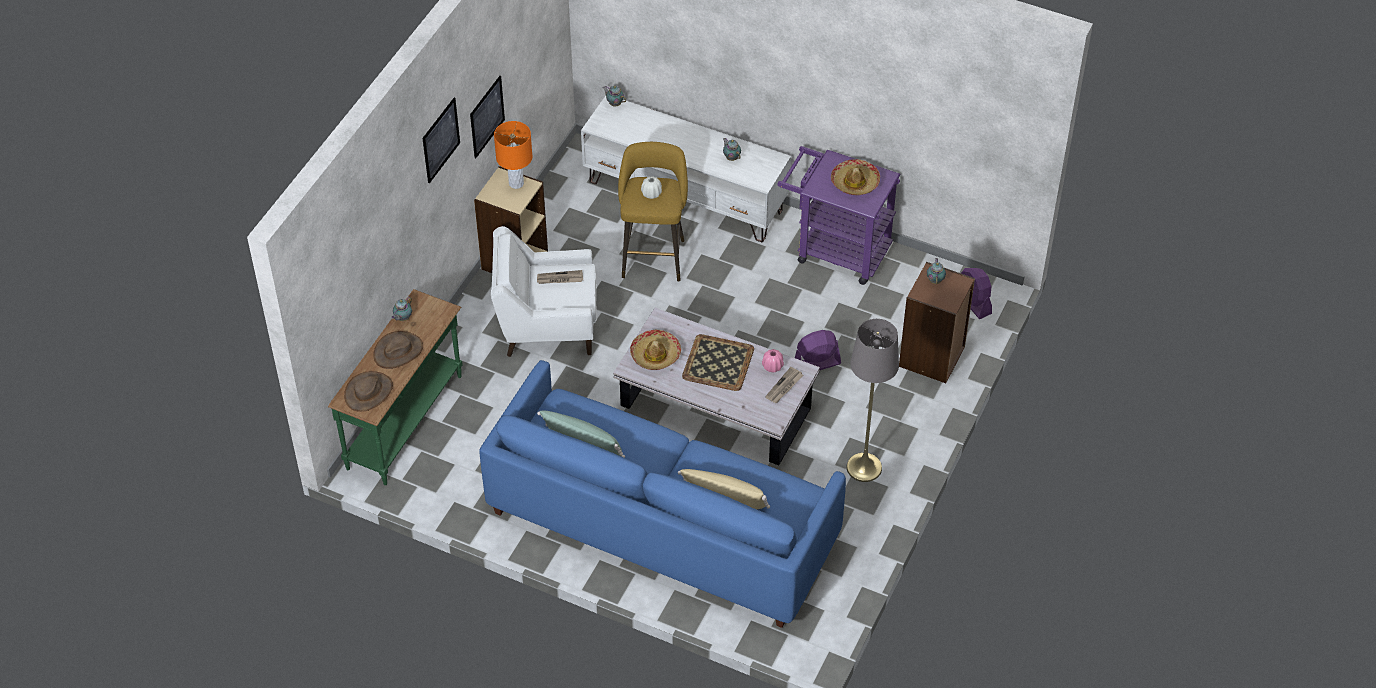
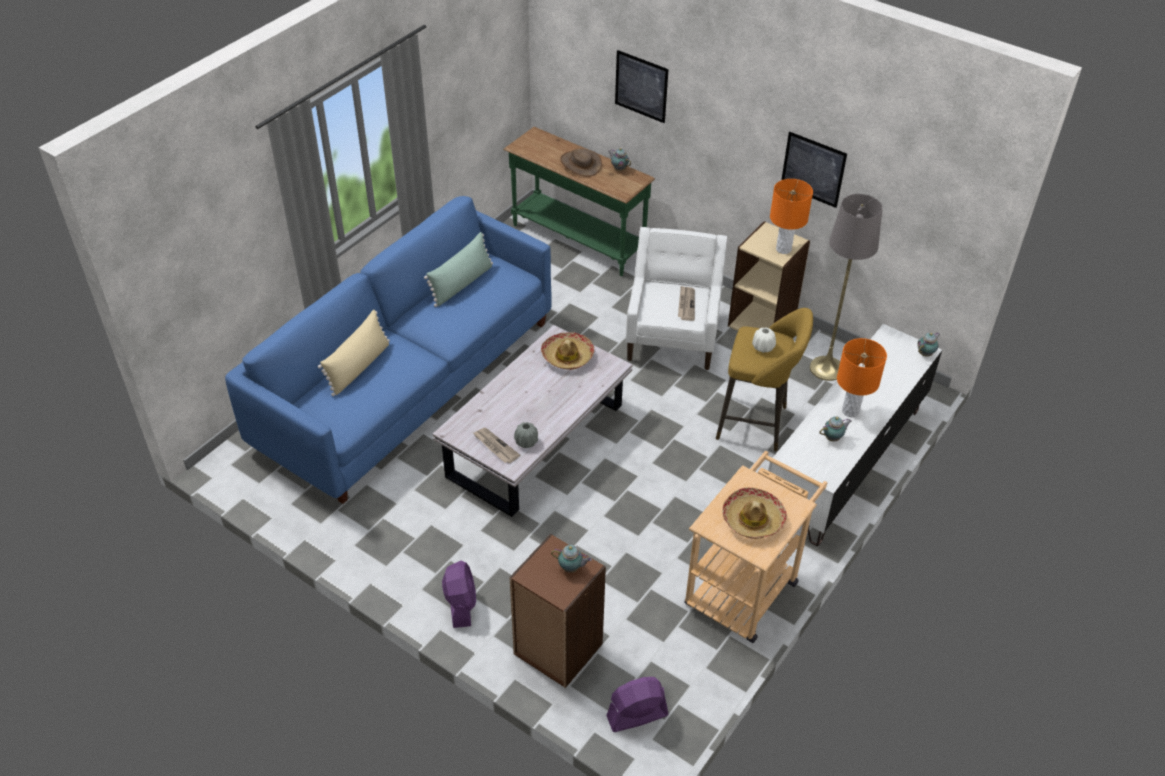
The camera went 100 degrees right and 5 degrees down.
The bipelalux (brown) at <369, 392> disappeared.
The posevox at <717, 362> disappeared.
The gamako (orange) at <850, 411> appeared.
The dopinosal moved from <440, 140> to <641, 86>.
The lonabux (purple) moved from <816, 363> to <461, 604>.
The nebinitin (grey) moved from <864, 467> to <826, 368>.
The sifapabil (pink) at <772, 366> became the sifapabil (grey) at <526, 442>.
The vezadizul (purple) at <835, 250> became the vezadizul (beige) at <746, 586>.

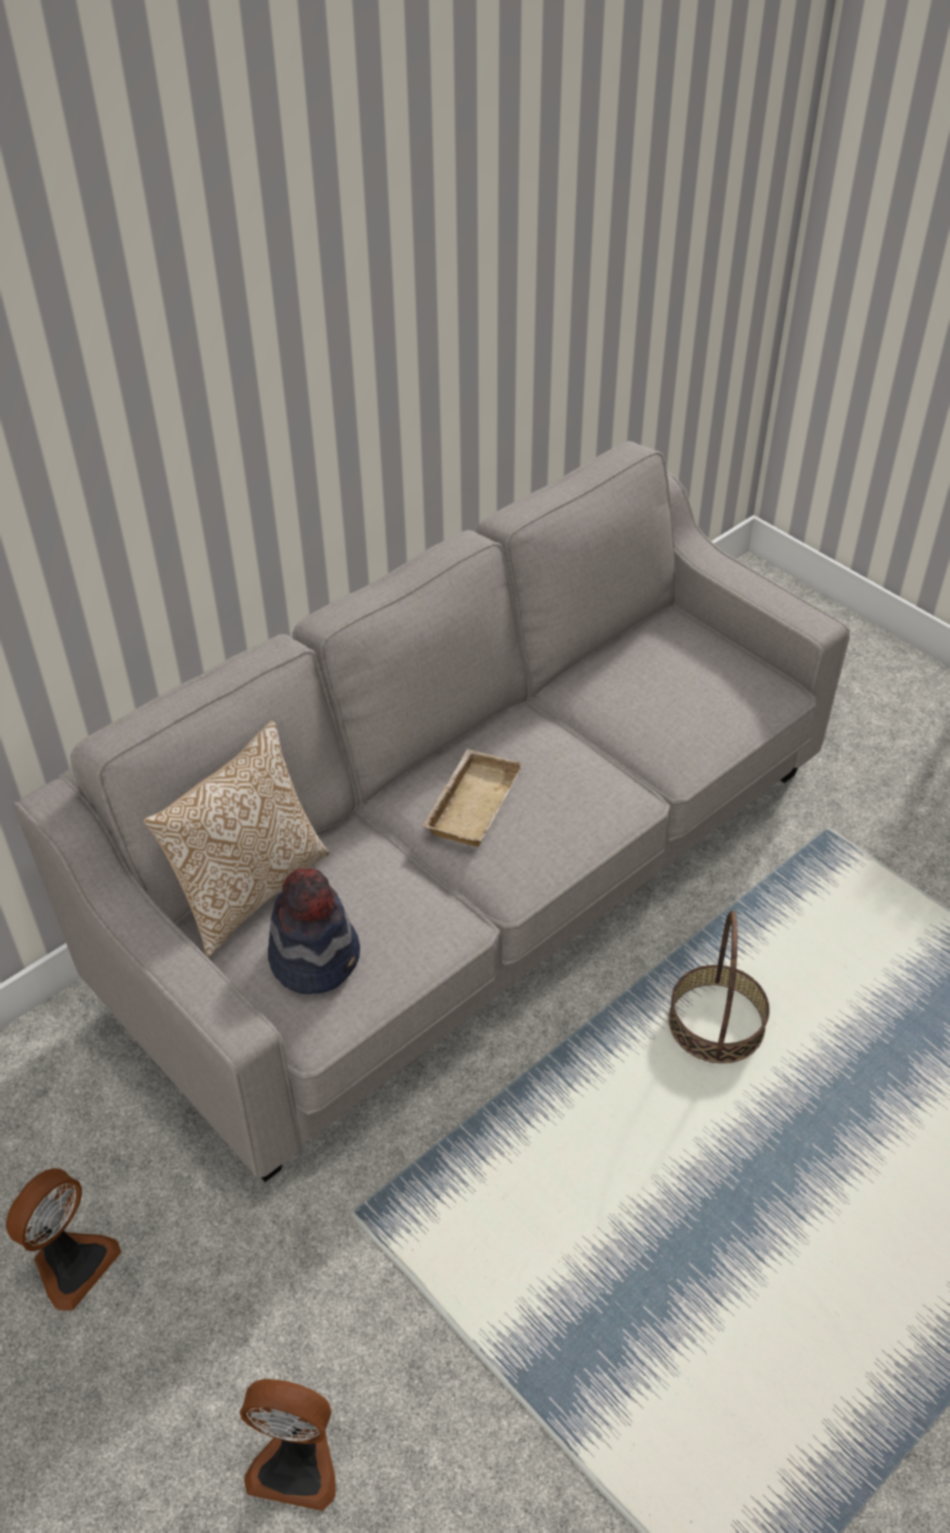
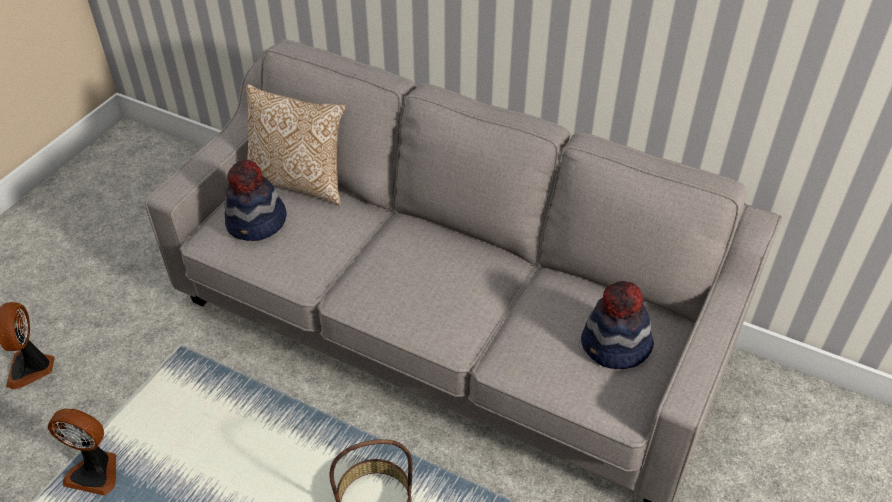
The camera went 70 degrees right and 0 degrees up.
The posevox (beige) at <471, 802> disappeared.
The bipelalux at <615, 347> appeared.
The lonabux moved from <71, 1263> to <95, 471>.

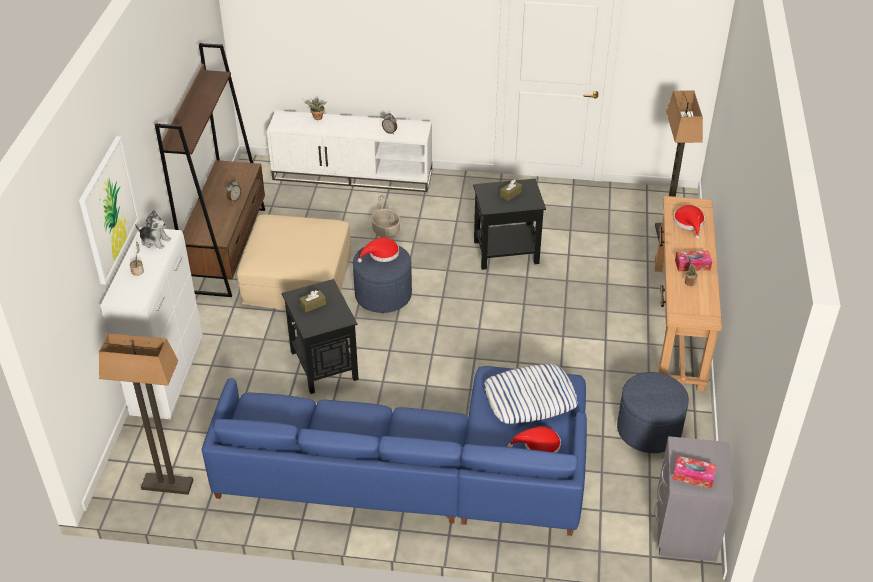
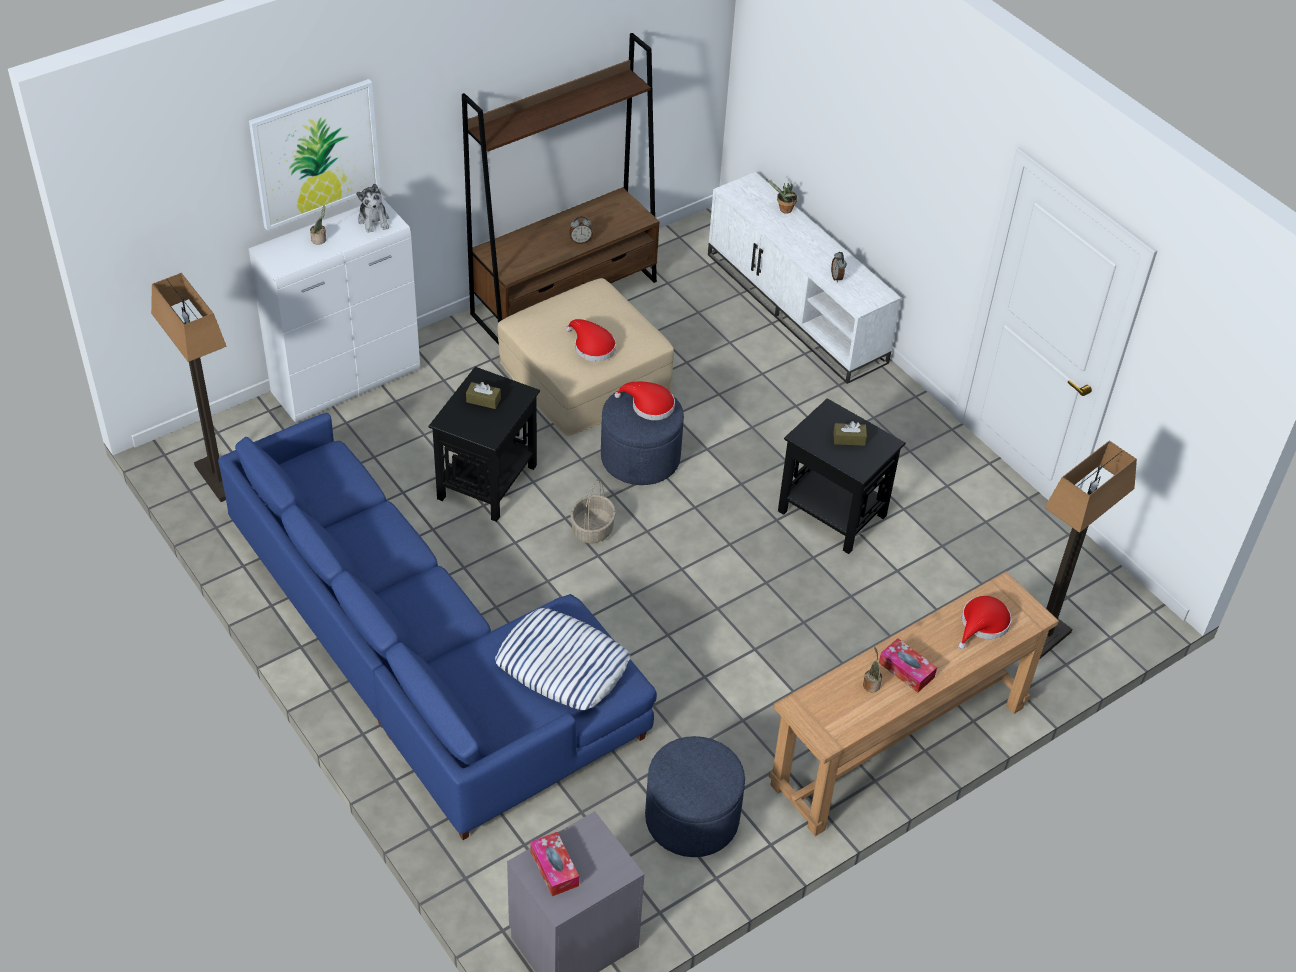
The camera went 45 degrees right and 5 degrees up.
The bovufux moved from <386, 231> to <592, 530>.
The bipelalux (red) moved from <538, 446> to <592, 346>.

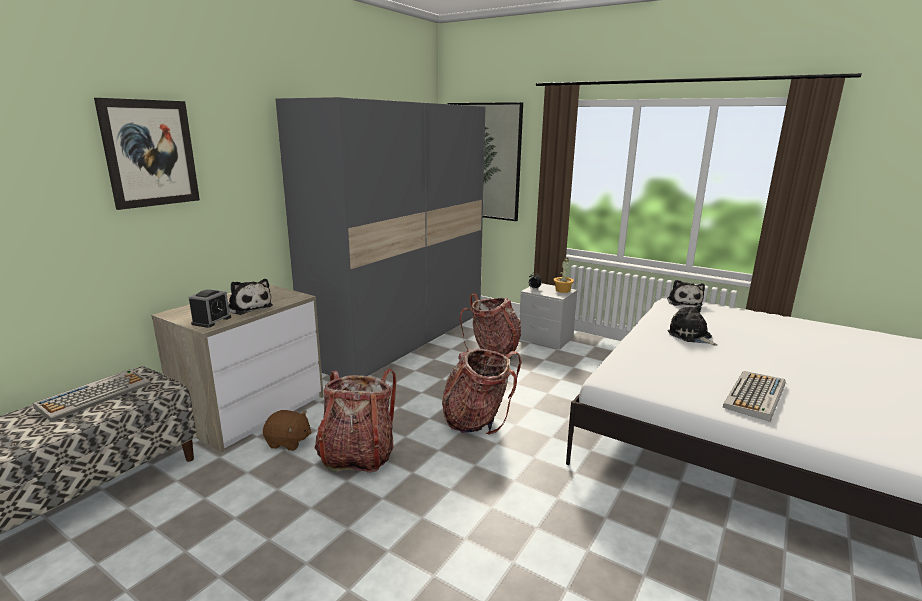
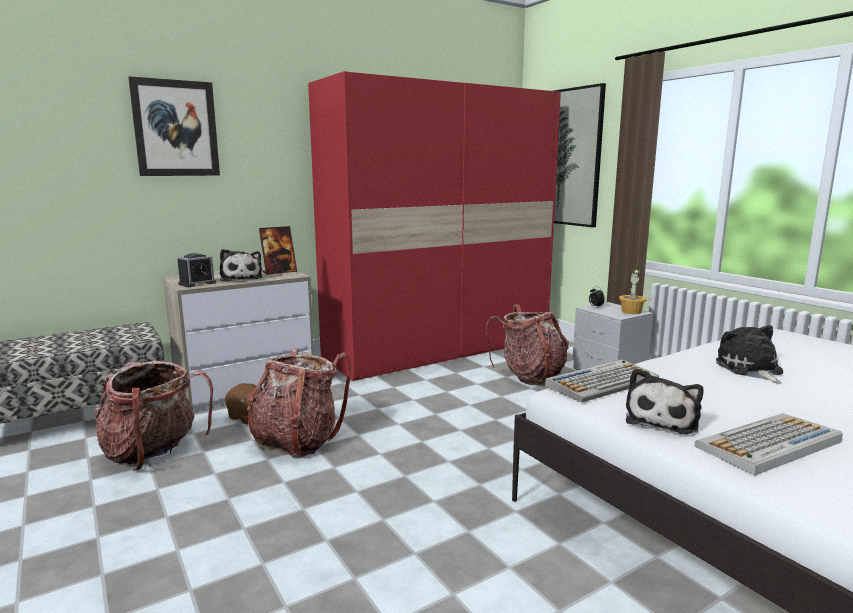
The camera went 25 degrees right and 5 degrees down.
The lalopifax at <279, 272> appeared.
The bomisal moved from <95, 395> to <602, 382>.
The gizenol moved from <477, 420> to <154, 453>.
The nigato moved from <683, 302> to <662, 420>.
The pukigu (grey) at <401, 337> became the pukigu (red) at <440, 349>.

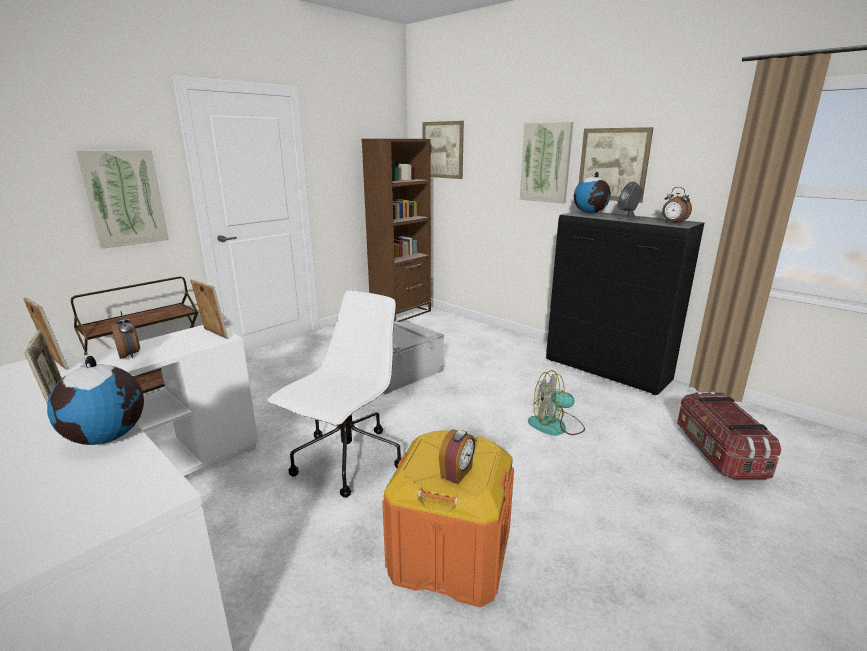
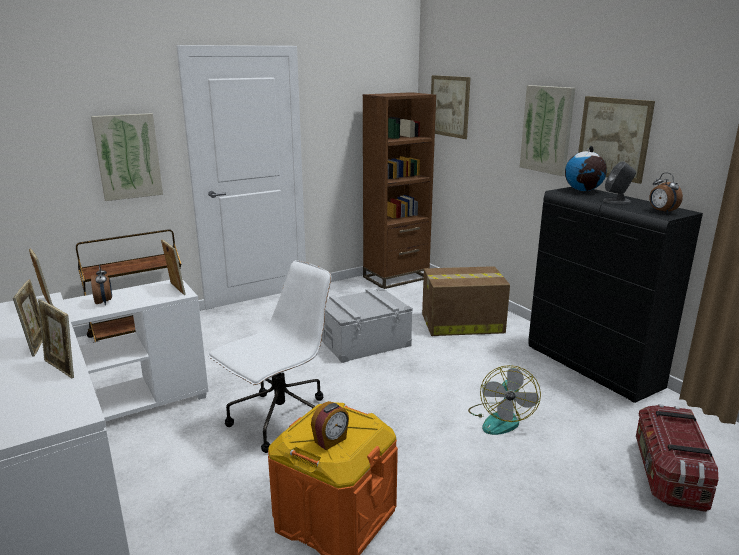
The camera went 15 degrees right and 0 degrees up.
The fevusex at <461, 323> appeared.
The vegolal at <108, 437> was replaced by the lalopifax at <61, 368>.
The lonabux at <556, 426> turned 90 degrees counterclockwise.

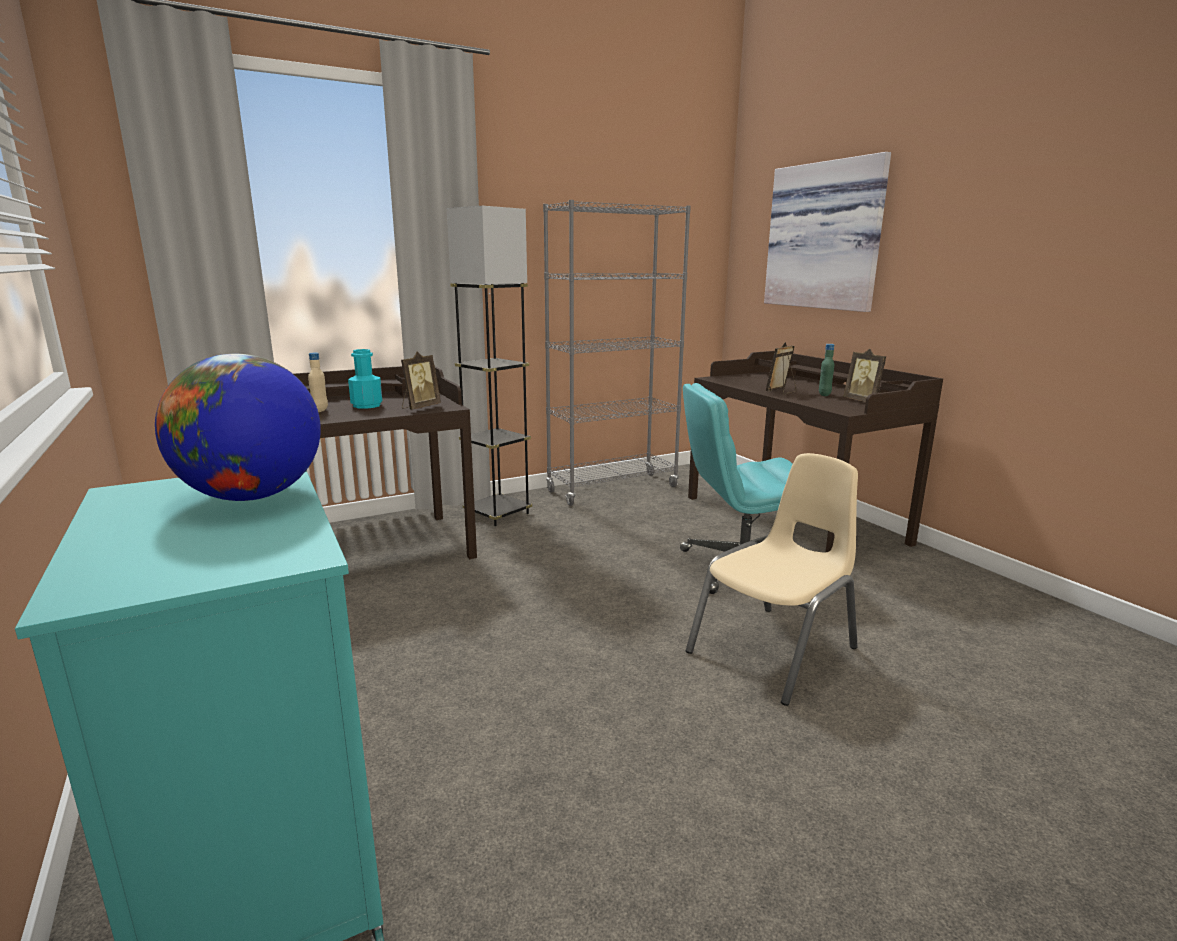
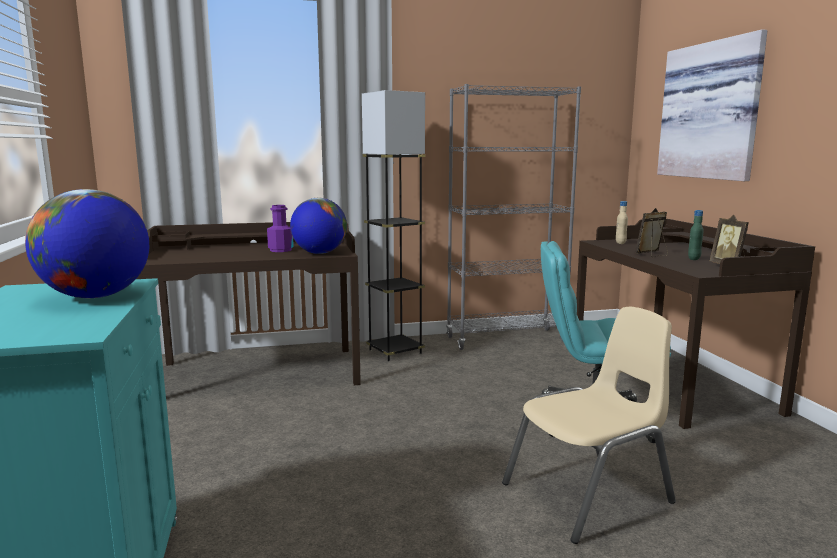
The camera went 15 degrees right and 5 degrees down.
The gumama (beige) moved from <320, 410> to <620, 243>.
The lalopifax at <420, 407> was replaced by the vegolal at <319, 253>.
The gumama (turquoise) at <367, 405> became the gumama (purple) at <281, 250>.

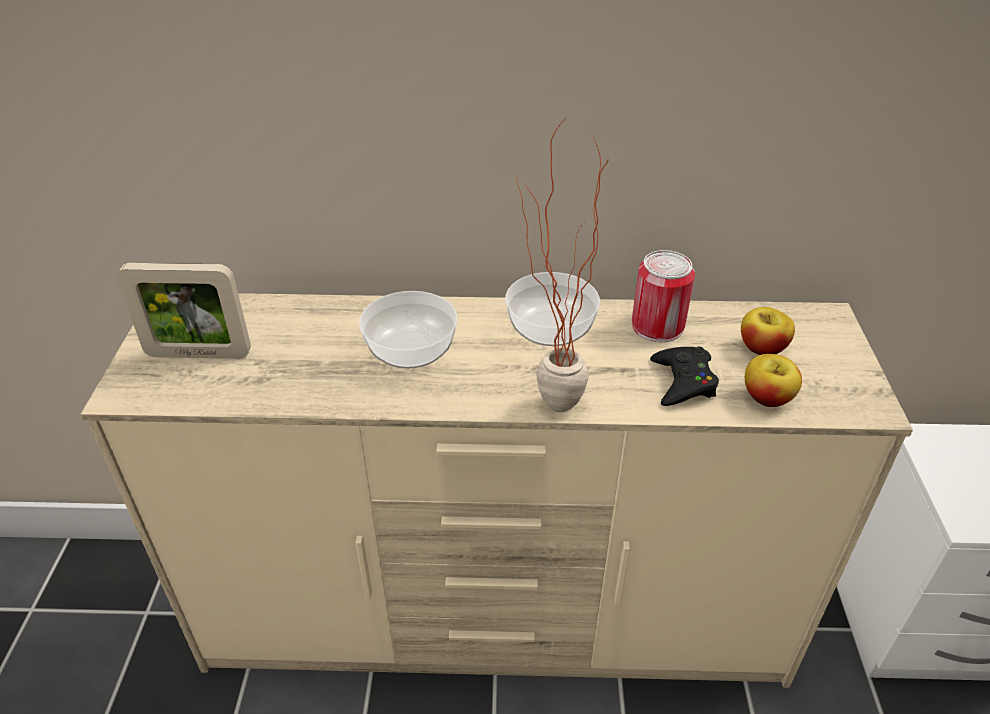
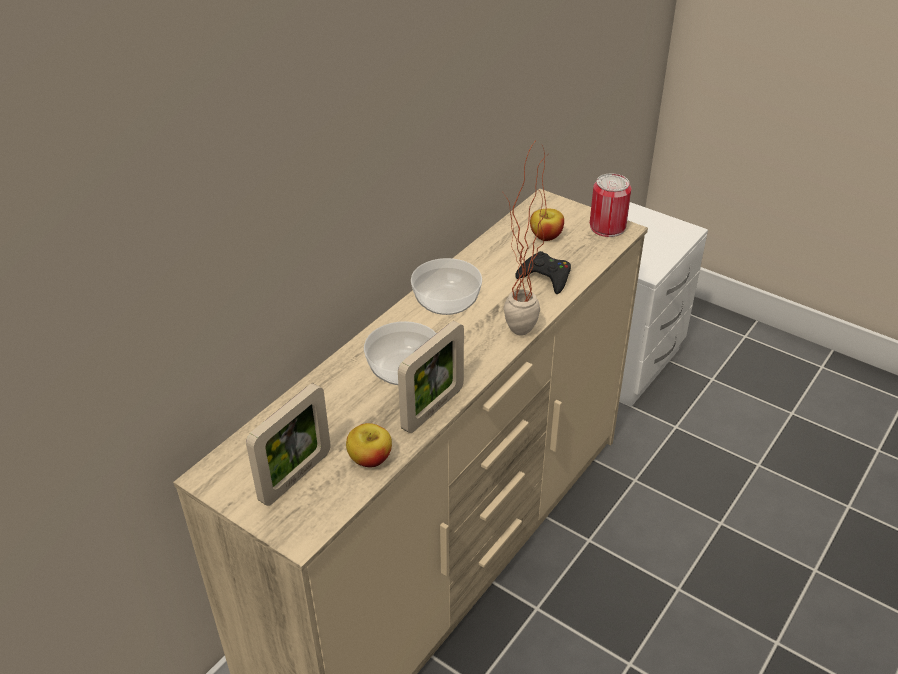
The camera went 55 degrees left and 0 degrees up.
The lalopifax at <433, 409> appeared.
The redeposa moved from <657, 326> to <607, 227>.
The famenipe moved from <767, 397> to <370, 459>.

